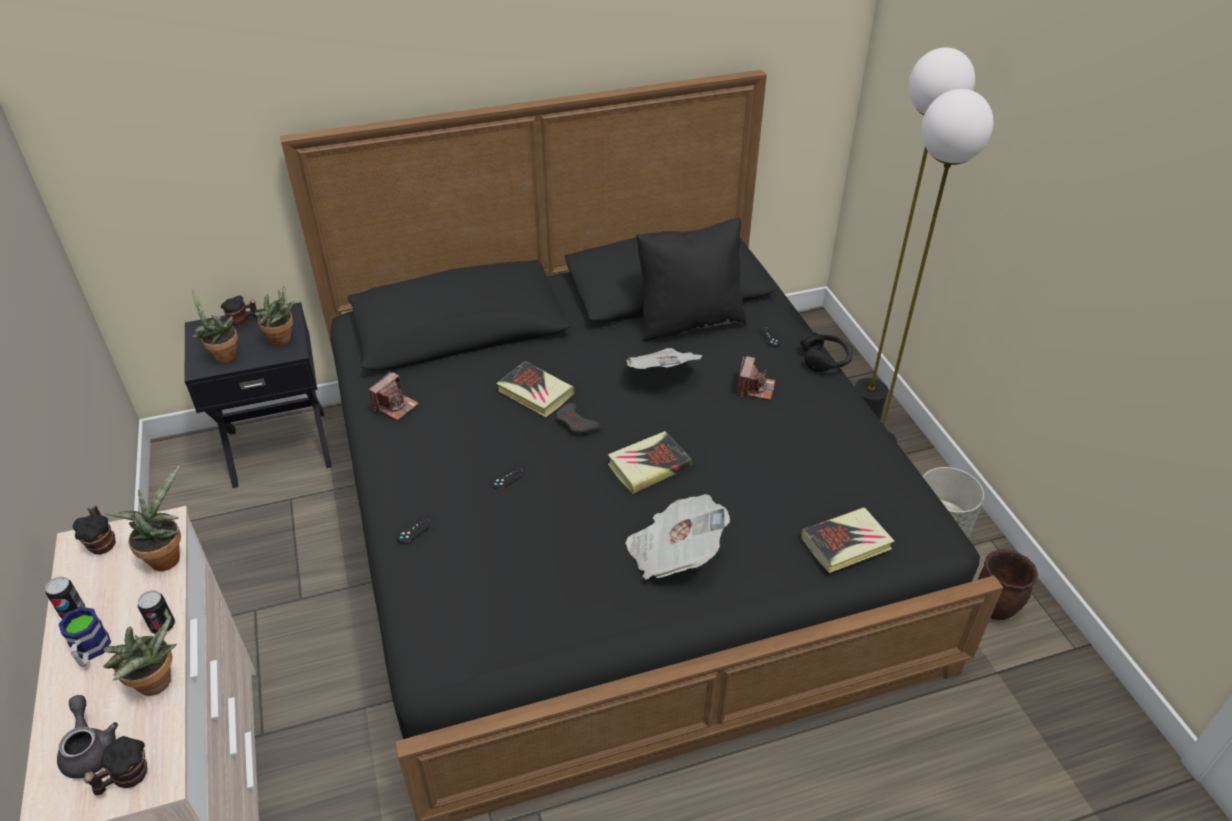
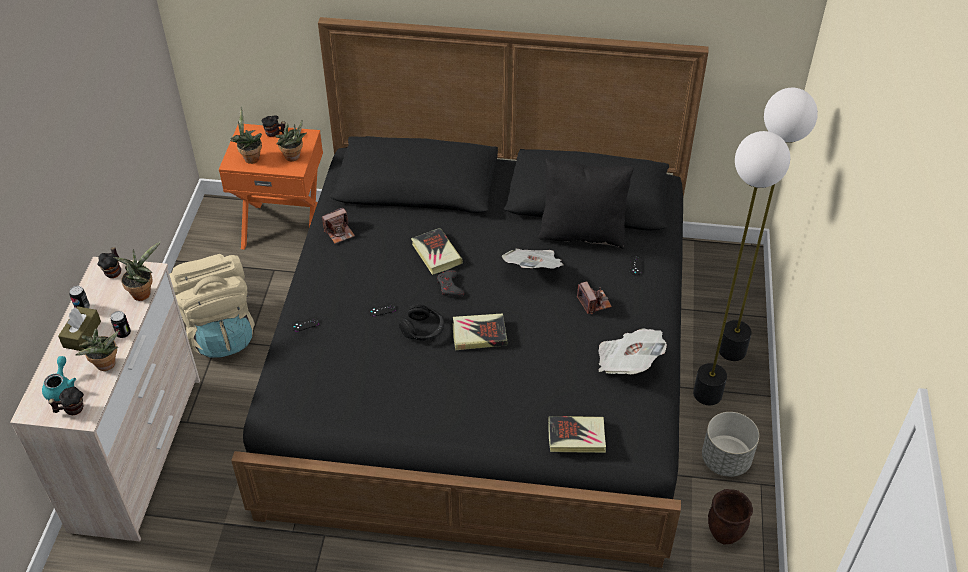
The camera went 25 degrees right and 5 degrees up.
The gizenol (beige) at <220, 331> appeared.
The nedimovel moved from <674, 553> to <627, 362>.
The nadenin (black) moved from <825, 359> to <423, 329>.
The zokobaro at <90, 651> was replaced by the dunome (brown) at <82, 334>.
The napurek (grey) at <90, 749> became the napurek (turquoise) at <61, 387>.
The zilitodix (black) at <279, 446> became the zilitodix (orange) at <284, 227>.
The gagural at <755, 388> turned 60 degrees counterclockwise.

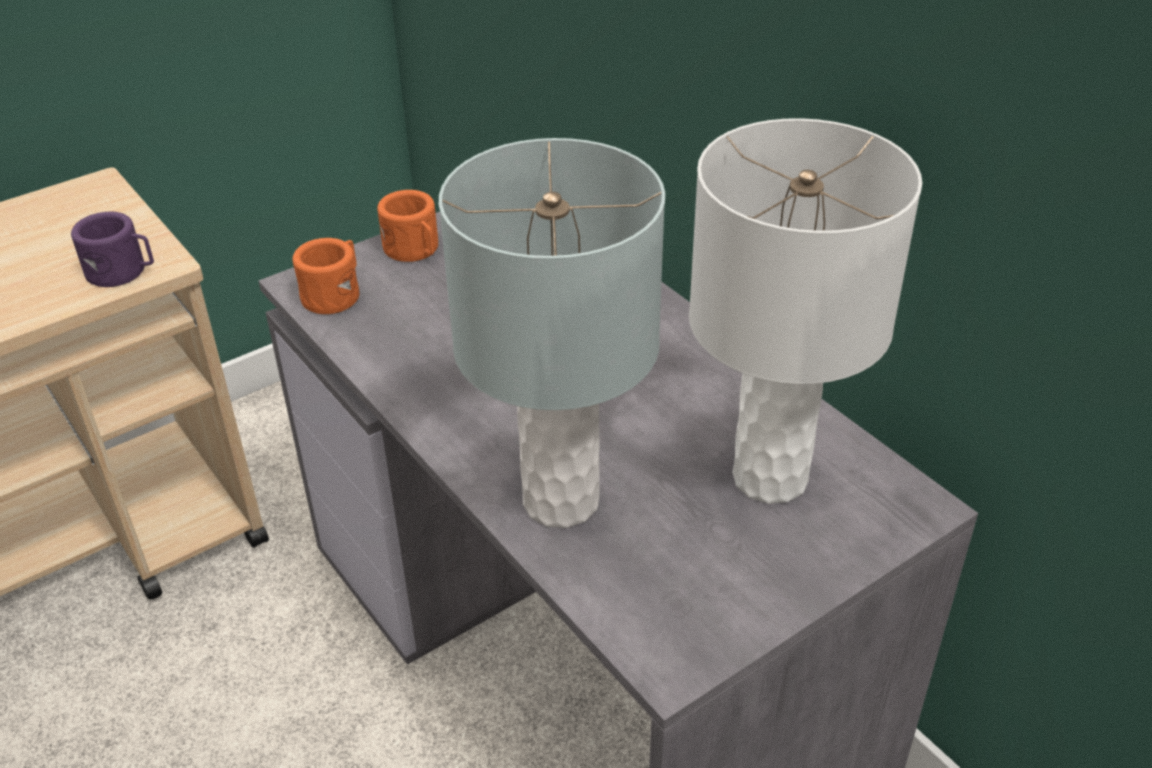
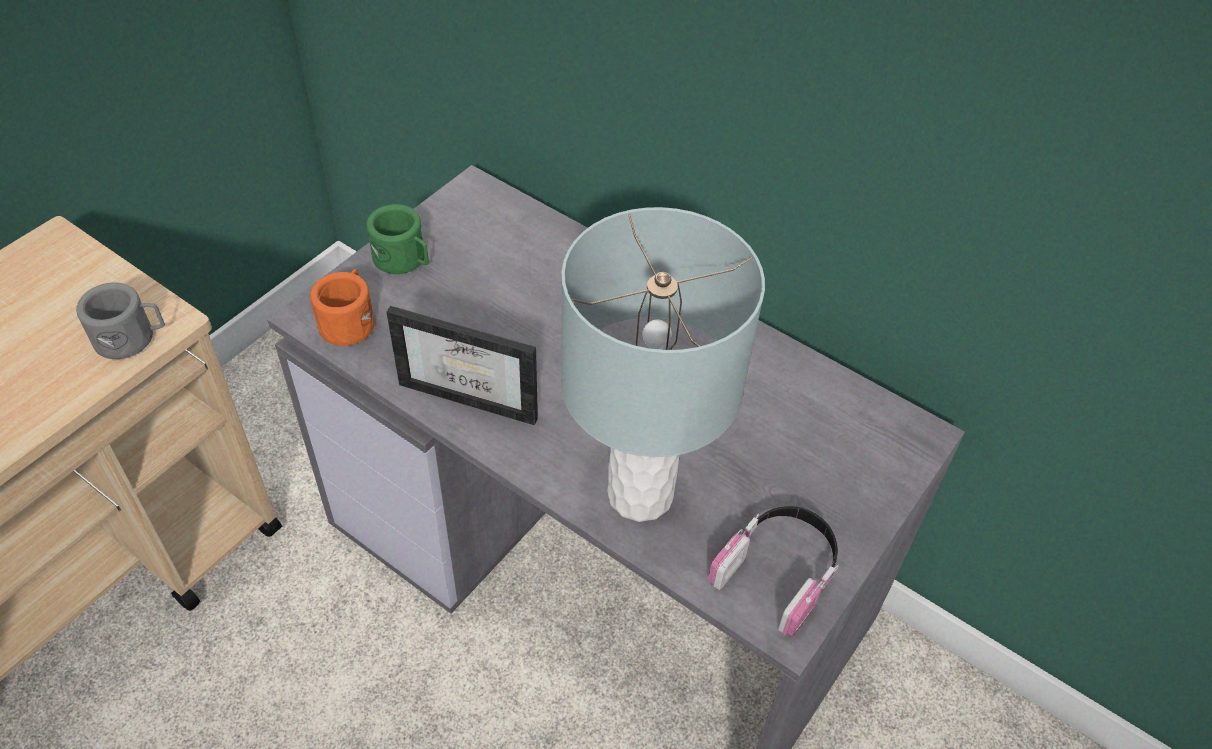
The camera went 20 degrees left and 10 degrees up.
The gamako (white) at <771, 478> disappeared.
The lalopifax at <476, 392> appeared.
The nadenin at <779, 571> appeared.
The zokobaro (purple) at <122, 272> became the zokobaro (grey) at <131, 338>.
The zokobaro (orange) at <414, 250> became the zokobaro (green) at <404, 260>.

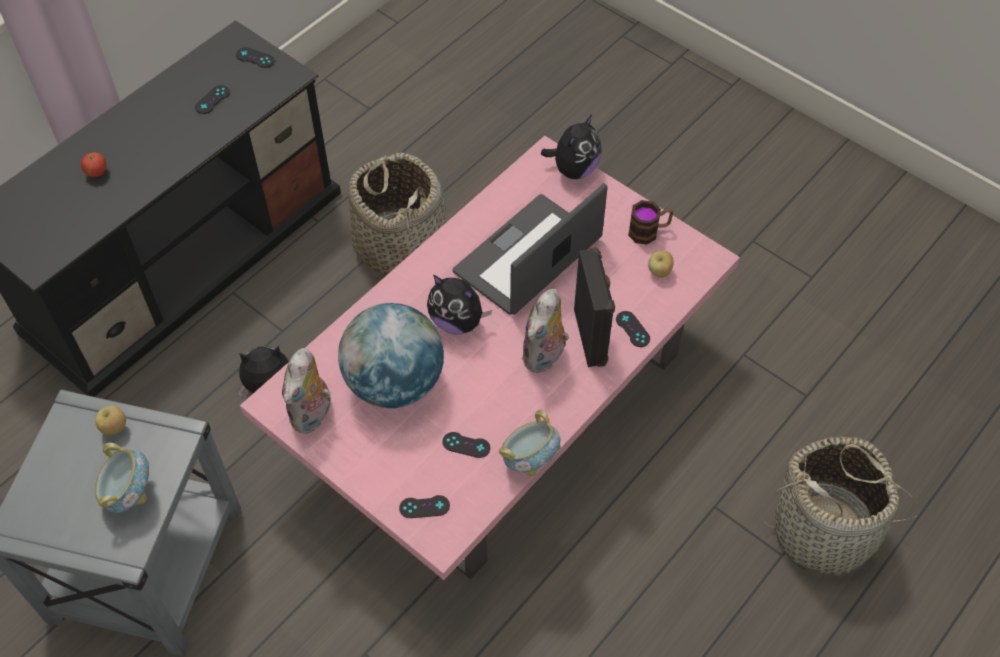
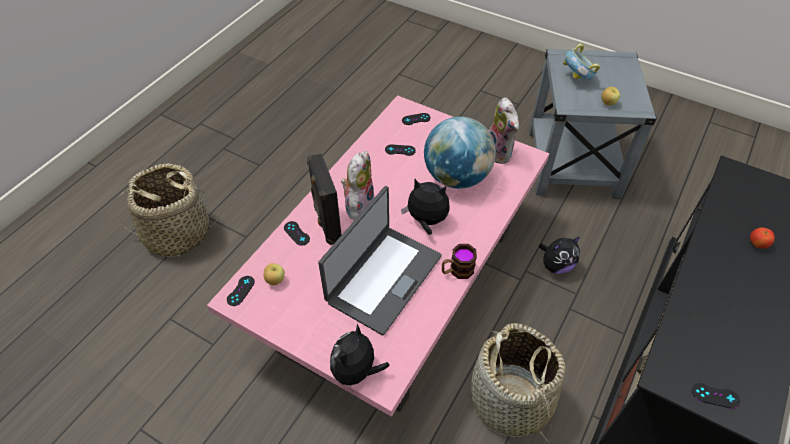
The camera went 170 degrees right and 5 degrees down.
The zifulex at <530, 459> disappeared.
The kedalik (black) moved from <212, 99> to <240, 291>.
The zokobaro moved from <649, 231> to <457, 271>.
The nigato at <313, 415> turned 150 degrees clockwise.

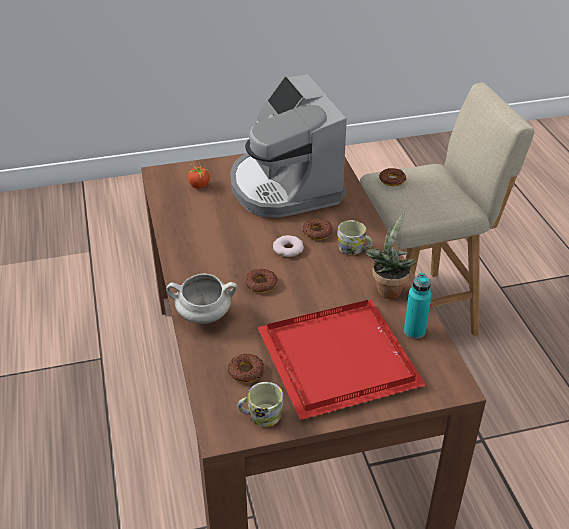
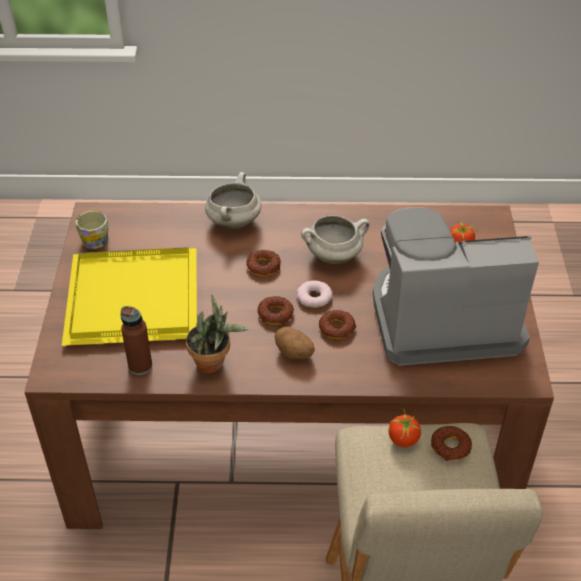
The camera went 105 degrees right and 5 degrees up.
The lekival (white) at <334, 256> appeared.
The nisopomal at <403, 439> appeared.
The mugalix moved from <246, 371> to <275, 314>.
The zokobaro at <354, 249> was replaced by the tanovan at <294, 353>.
The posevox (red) at <341, 360> became the posevox (yellow) at <130, 300>.
The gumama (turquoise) at <414, 331> became the gumama (brown) at <140, 366>.

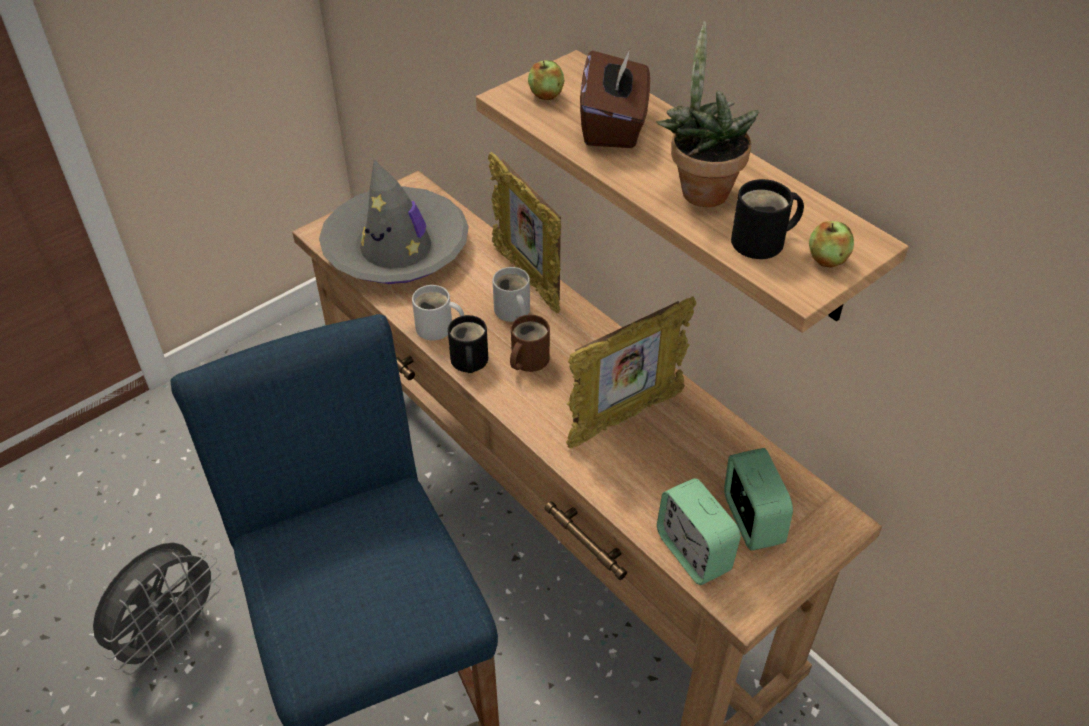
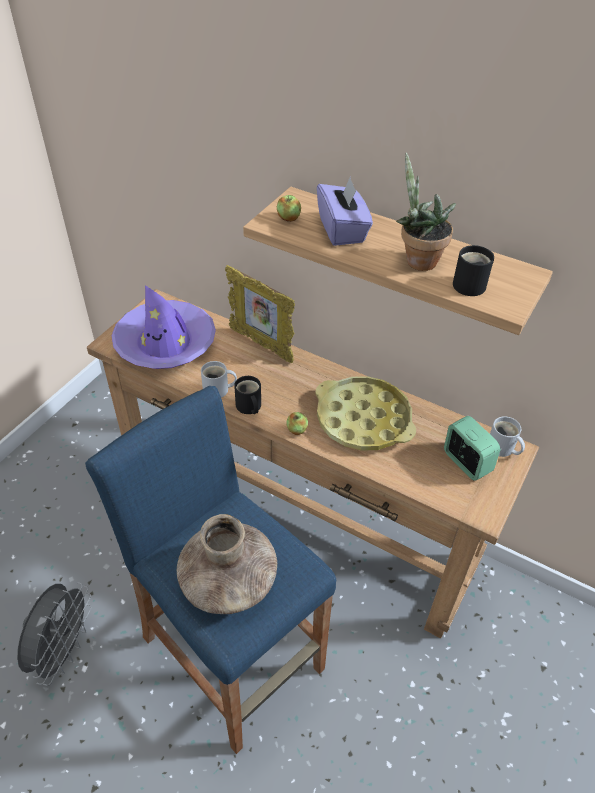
The camera went 20 degrees left and 0 degrees up.
The zokobaro (brown) at <527, 360> disappeared.
The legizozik at <693, 552> disappeared.
The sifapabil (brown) at <228, 580> appeared.
The zokobaro (white) moved from <512, 312> to <502, 448>.
The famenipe moved from <827, 259> to <297, 430>.
The lalopifax at <624, 418> was replaced by the posevox (yellow) at <363, 419>.
The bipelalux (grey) at <396, 248> became the bipelalux (purple) at <165, 343>.
The dunome (brown) at <613, 125> became the dunome (purple) at <342, 230>.

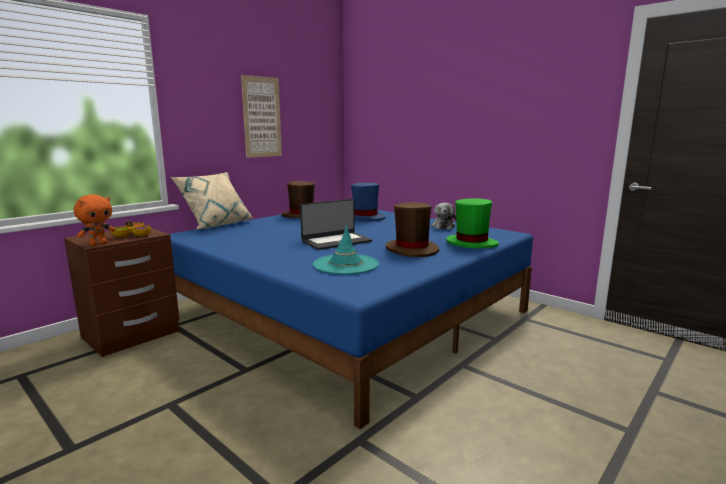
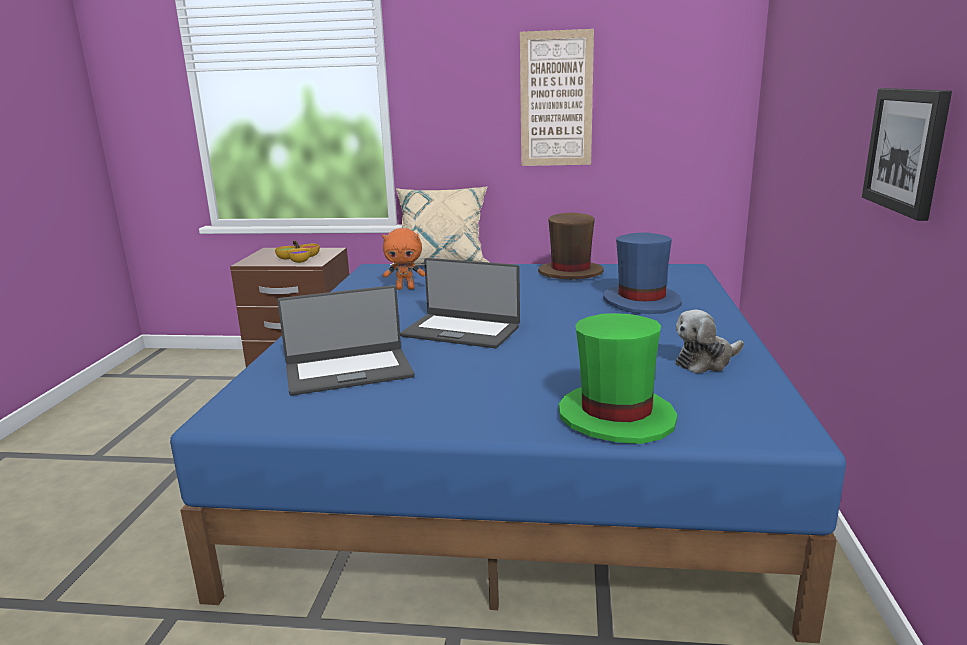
The camera went 55 degrees right and 5 degrees up.
The bipelalux (brown) at <412, 249> disappeared.
The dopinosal at <906, 150> appeared.
The nigato (orange) moved from <98, 244> to <405, 288>.
The bipelalux (turquoise) at <345, 264> was replaced by the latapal at <348, 371>.

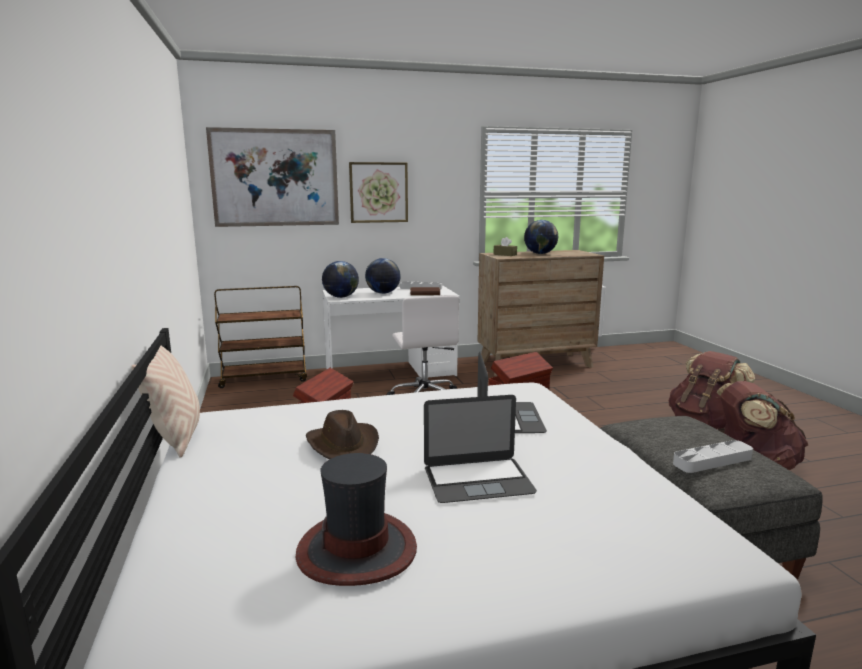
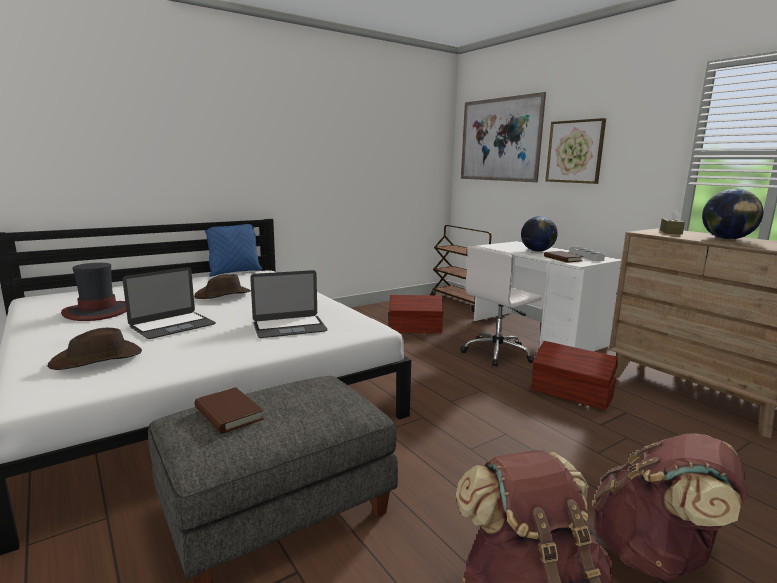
The camera went 70 degrees right and 0 degrees up.
The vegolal at <340, 297> disappeared.
The bipelalux (brown) at <98, 359> appeared.
The posevox (grey) at <712, 461> was replaced by the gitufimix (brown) at <228, 414>.
The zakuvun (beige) at <176, 437> became the zakuvun (blue) at <234, 272>.
The latapal at <478, 480> turned 105 degrees counterclockwise.

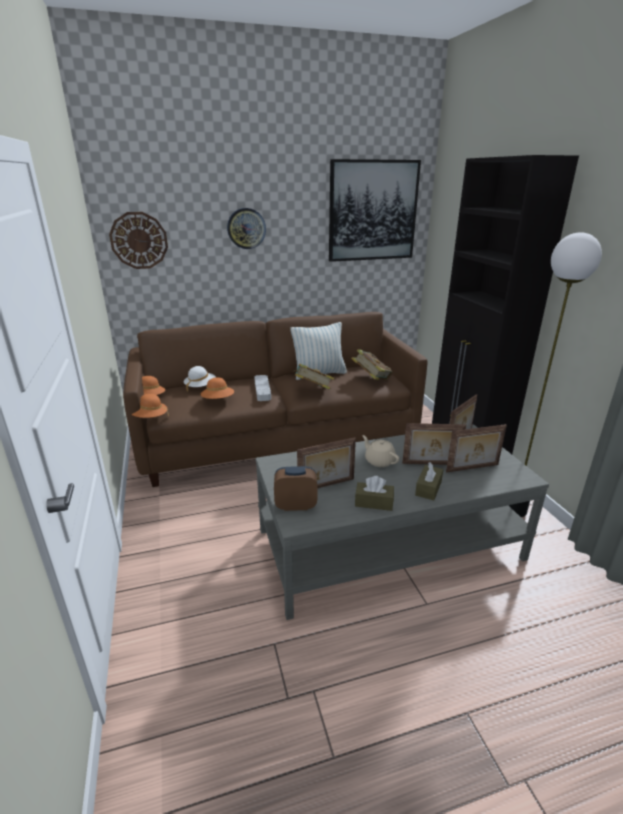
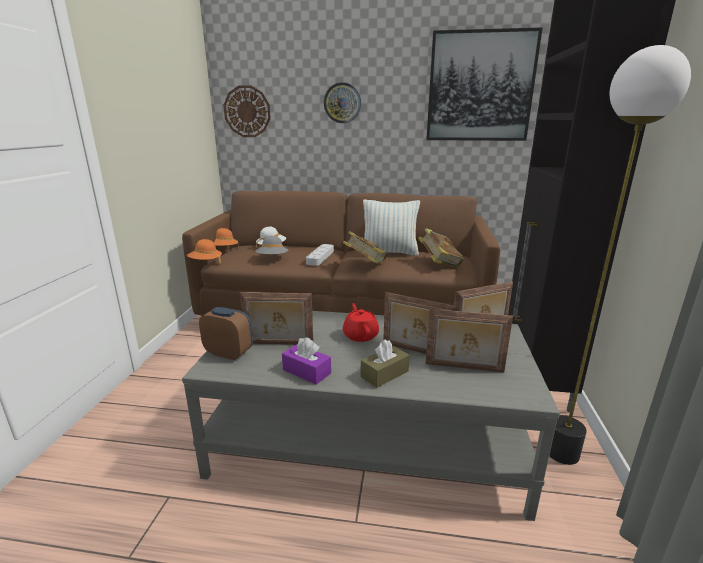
The camera went 25 degrees right and 5 degrees down.
The bipelalux (orange) at <218, 400> became the bipelalux (grey) at <272, 258>.
The dunome (brown) at <374, 502> became the dunome (purple) at <306, 371>.
The napurek (beige) at <379, 461> became the napurek (red) at <360, 335>.

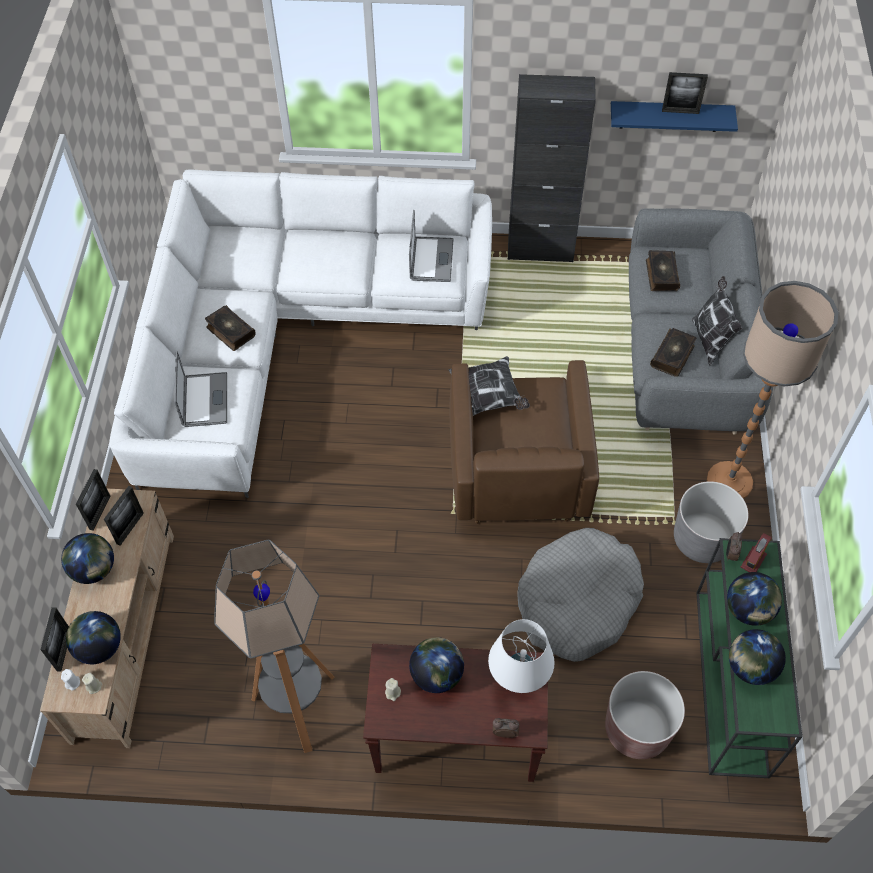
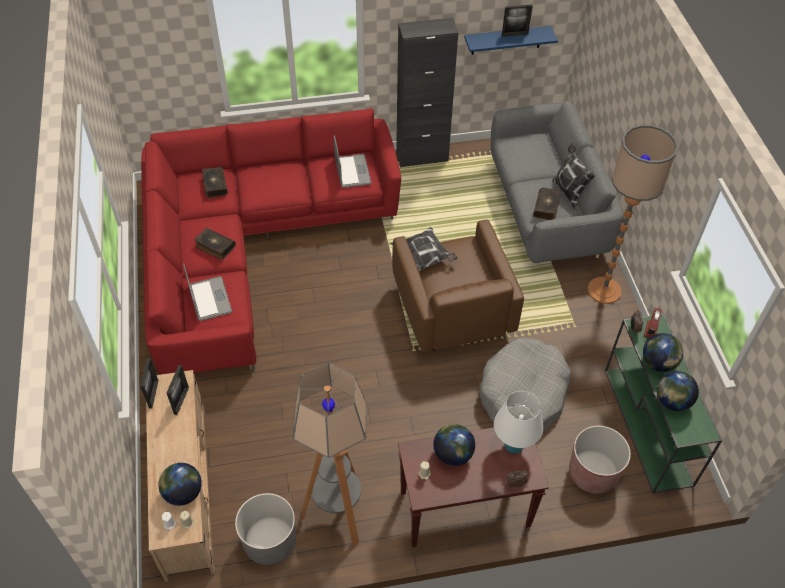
The camera went 15 degrees left and 5 degrees down.
The lalopifax at <64, 650> disappeared.
The vegolal at <94, 569> disappeared.
The gitufimix moved from <661, 275> to <214, 185>.
The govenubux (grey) moved from <702, 539> to <270, 542>.
The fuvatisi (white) at <286, 333> became the fuvatisi (red) at <249, 246>.

